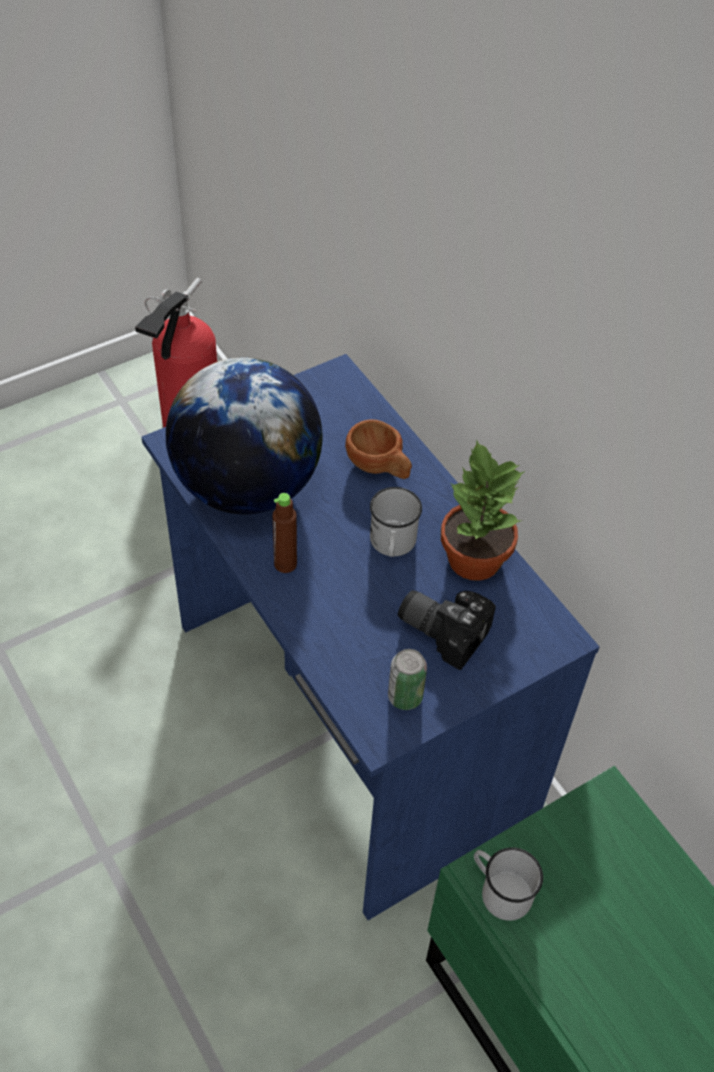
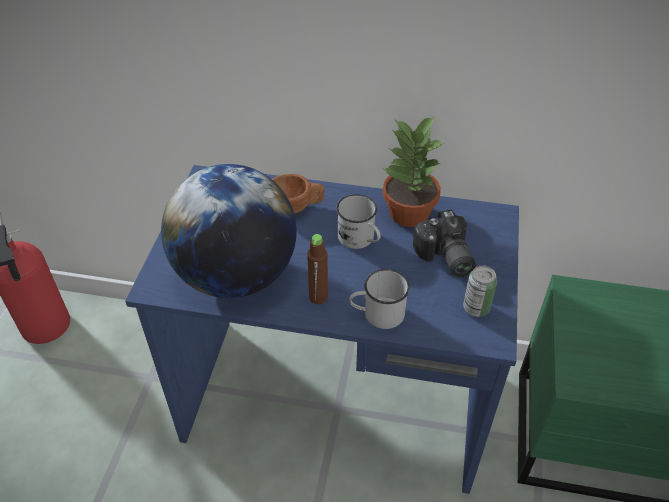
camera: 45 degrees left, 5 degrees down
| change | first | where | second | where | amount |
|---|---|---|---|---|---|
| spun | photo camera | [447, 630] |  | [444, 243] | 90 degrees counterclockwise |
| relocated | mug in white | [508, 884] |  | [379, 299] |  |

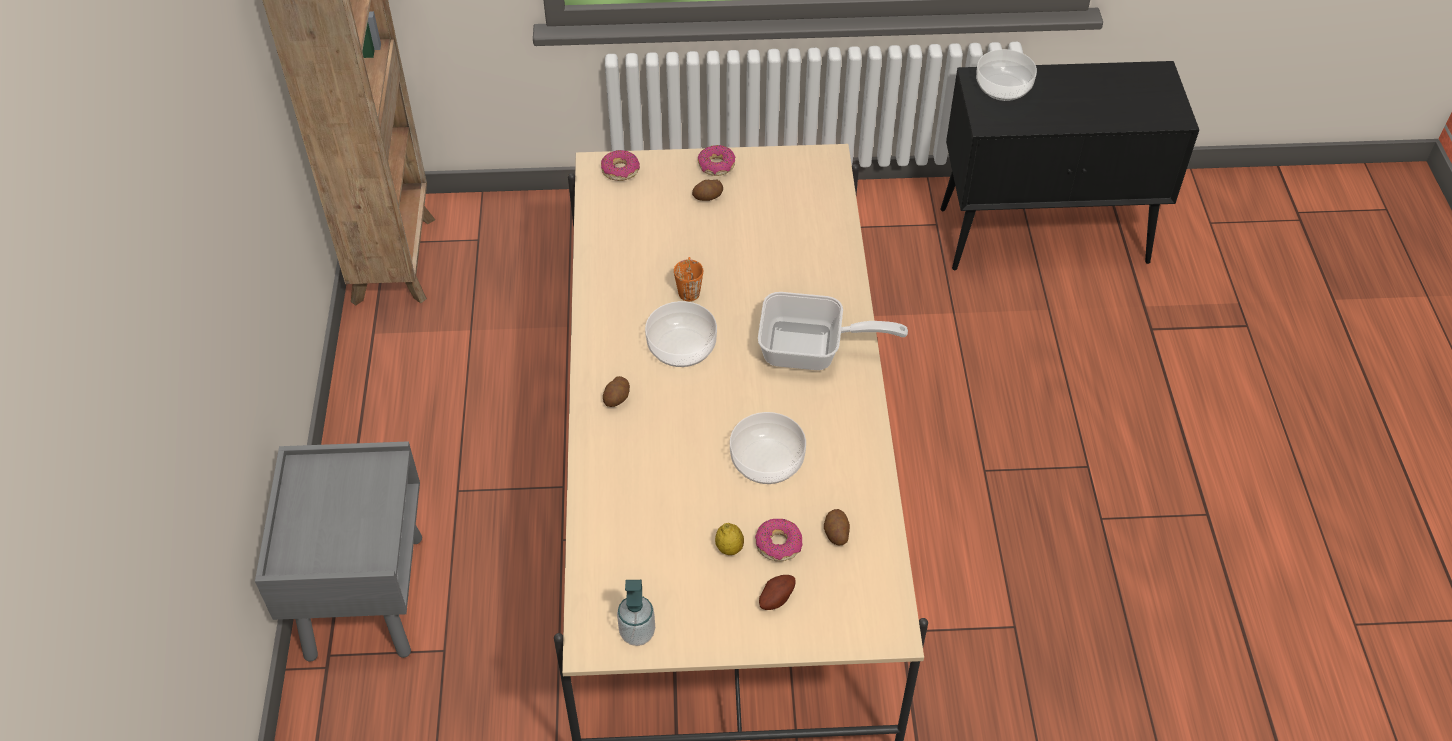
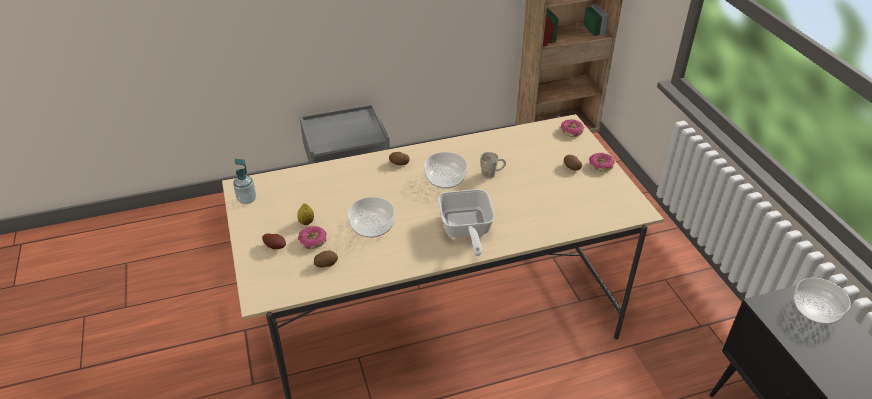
camera: 75 degrees right, 10 degrees down
| change | first | where | second | where | amount |
|---|---|---|---|---|---|
| colour | mug in orange | [688, 279] | mug in white | [493, 165] |  |

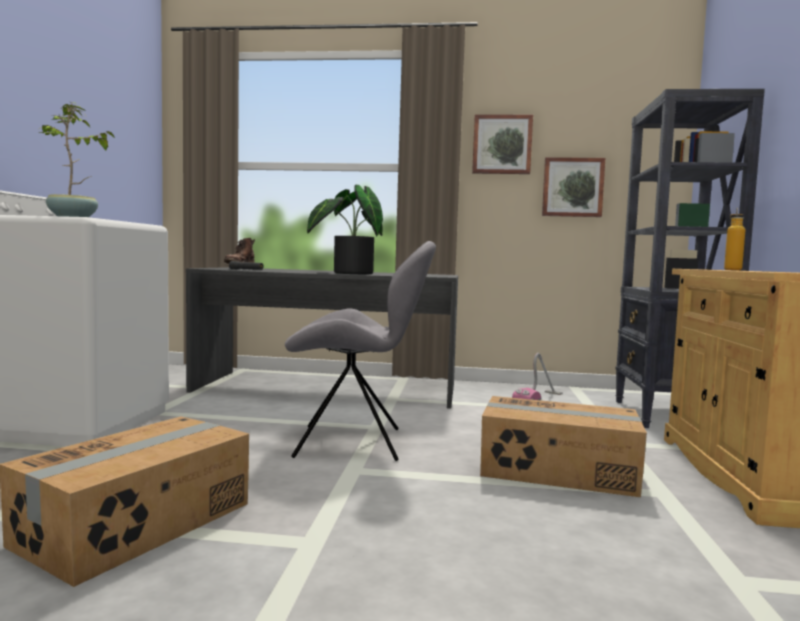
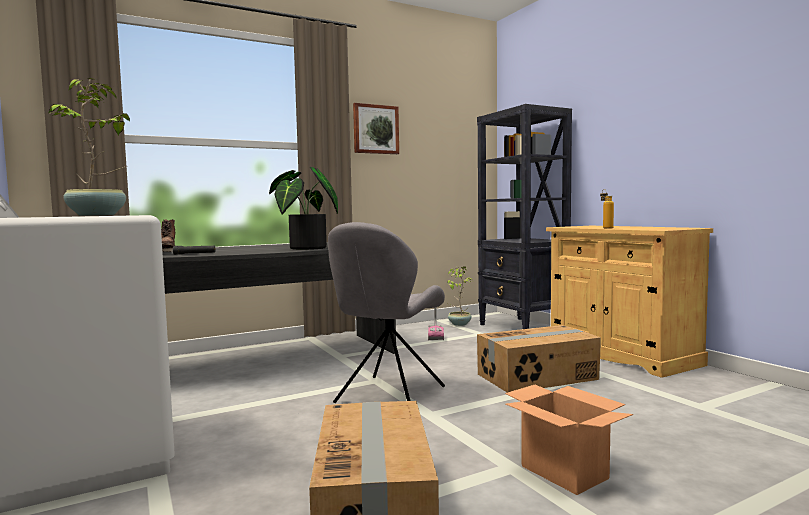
camera: 35 degrees left, 0 degrees up
| change | first | where | second | where | amount |
|---|---|---|---|---|---|
| spun | chair in grey | [360, 351] |  | [386, 312] | 150 degrees clockwise |
| missing | picture | [573, 187] |  |  |  |
| appeared |  |  | potted plant | [459, 296] |  |
| appeared |  |  | cardboard box | [569, 440] |  |

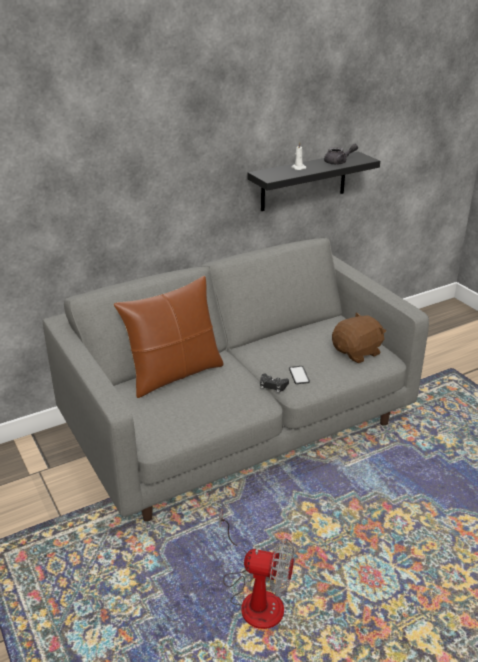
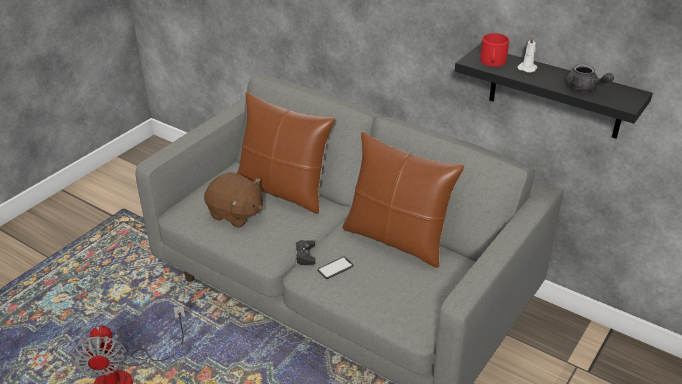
camera: 65 degrees right, 5 degrees up
| change | first | where | second | where | amount |
|---|---|---|---|---|---|
| relocated | plush toy in brown | [359, 337] |  | [233, 200] |  |
| appeared |  |  | pillow in brown | [403, 200] |  |
| appeared |  |  | mug in red | [494, 50] |  |

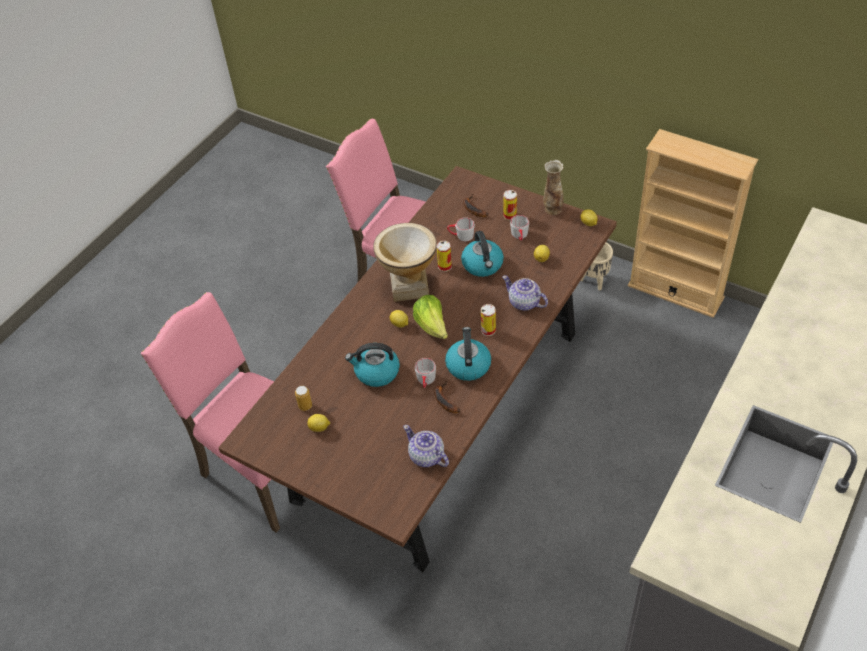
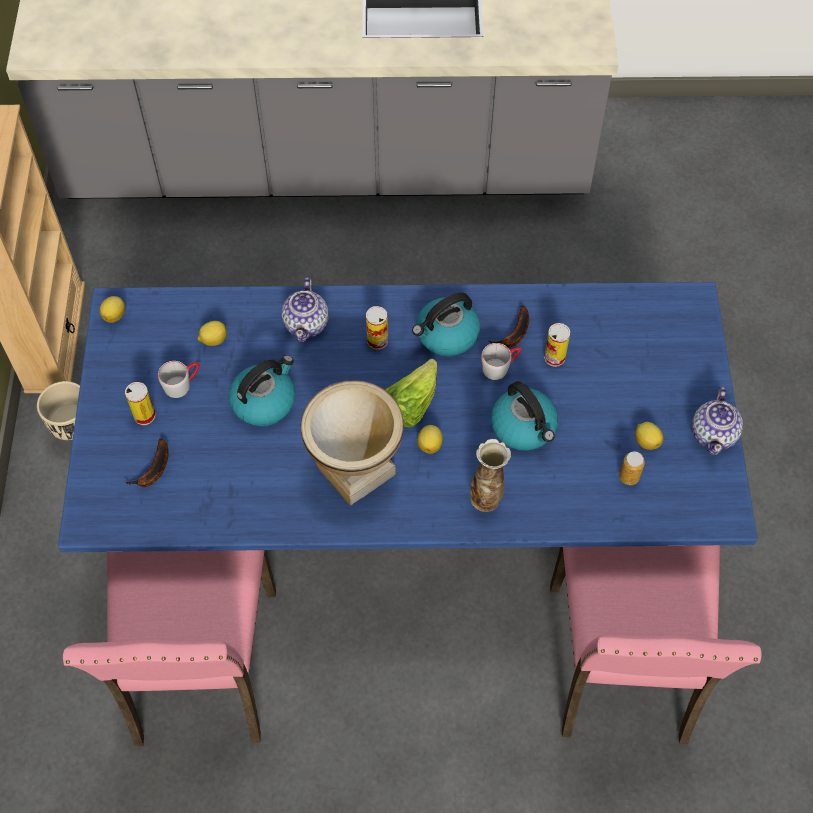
camera: 125 degrees left, 10 degrees up
| change | first | where | second | where | amount |
|---|---|---|---|---|---|
| colour | dining table in brown | [417, 369] | dining table in blue | [408, 417] |  |
| relocated | teapot | [426, 446] |  | [717, 420] |  |
| relocated | can | [444, 256] |  | [557, 345] |  |
| missing | mug in grey | [461, 230] |  |  |  |
| relocated | vase | [554, 187] |  | [490, 475] |  |

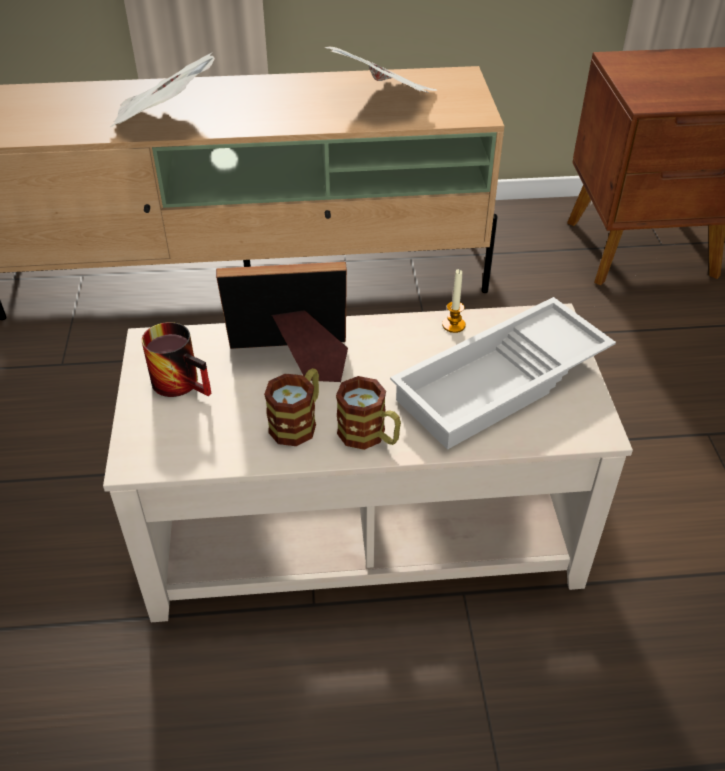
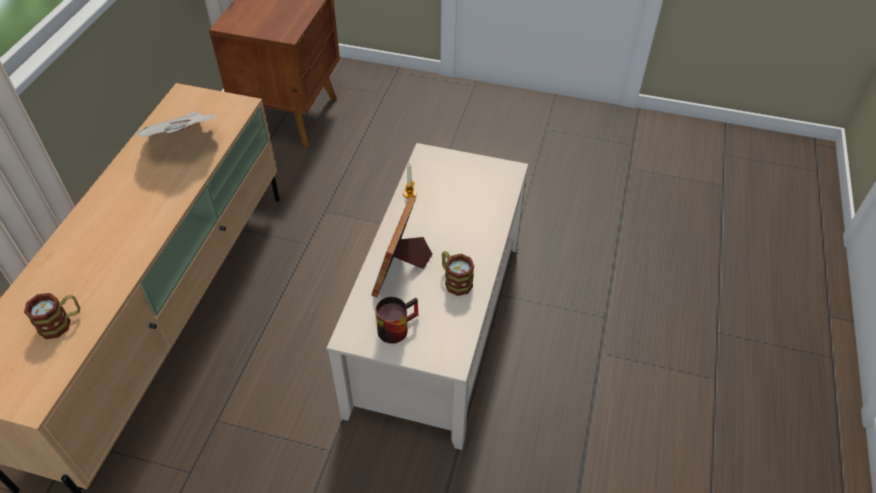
camera: 70 degrees left, 5 degrees up
| change | first | where | second | where | amount |
|---|---|---|---|---|---|
| missing | newspaper | [162, 89] |  |  |  |
| relocated | mug | [368, 413] |  | [52, 316] |  |
| missing | tray in white | [503, 373] |  |  |  |

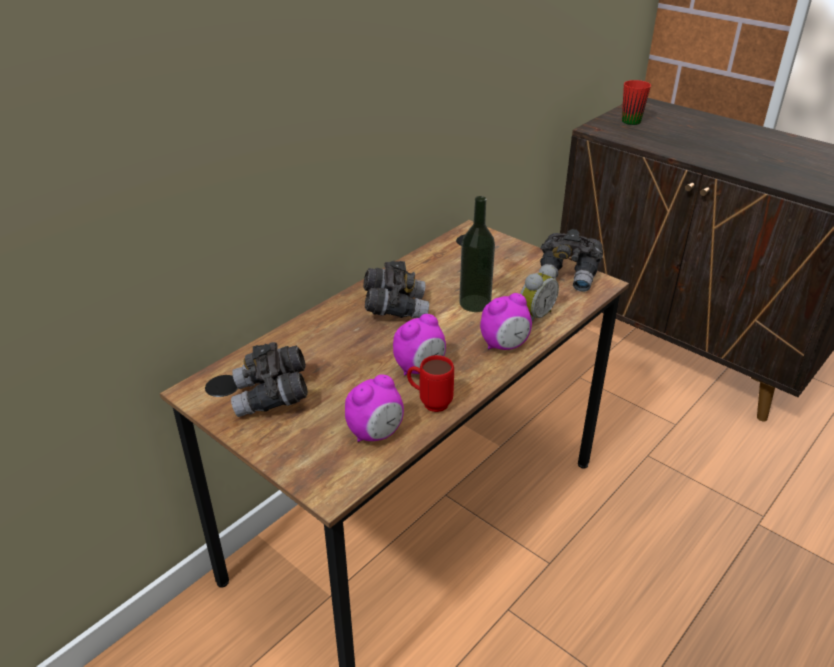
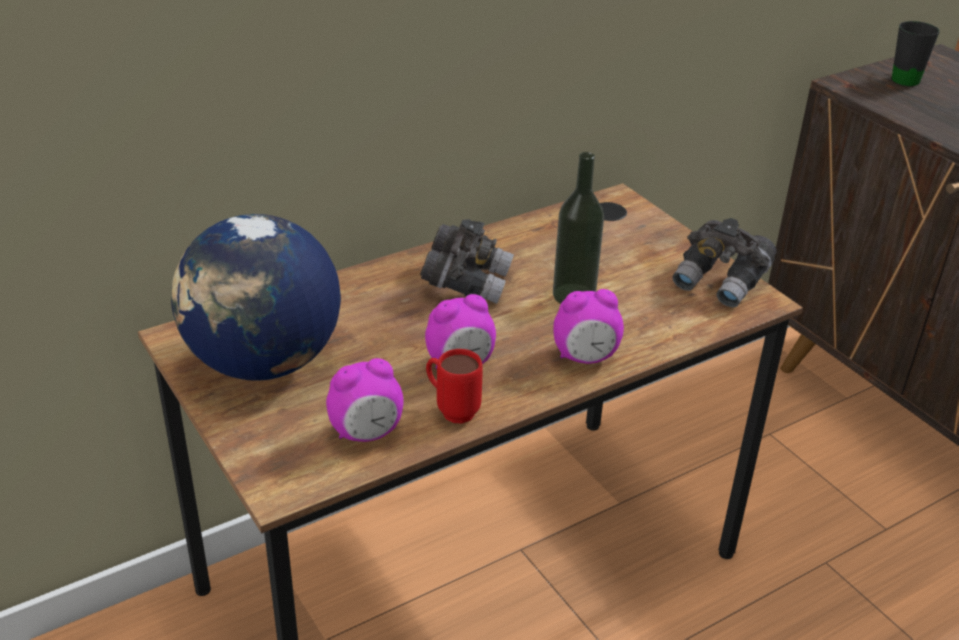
camera: 15 degrees right, 0 degrees up
| change | first | where | second | where | amount |
|---|---|---|---|---|---|
| exchanged | binoculars in grey | [269, 379] | globe | [256, 297] |  |
| missing | alarm clock | [539, 293] |  |  |  |
| colour | mug in red | [636, 102] | mug in black | [916, 53] |  |

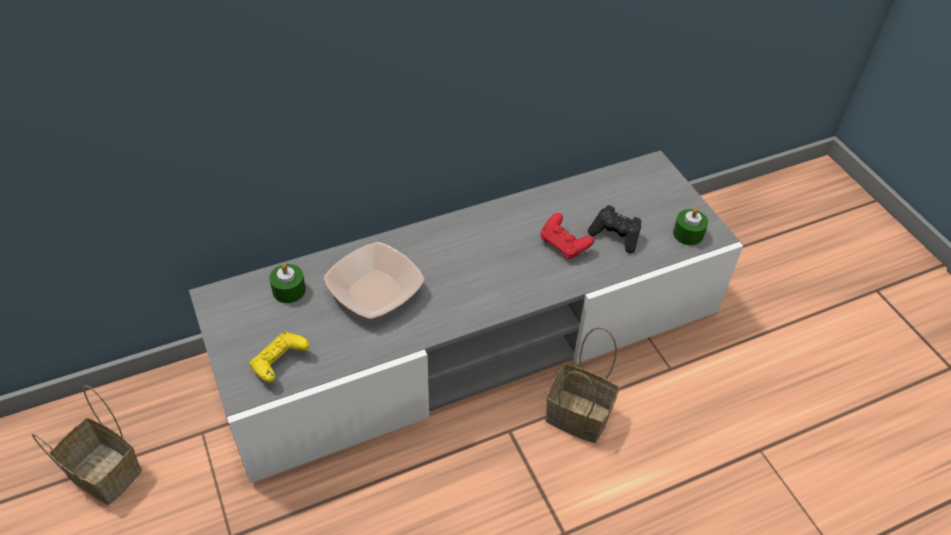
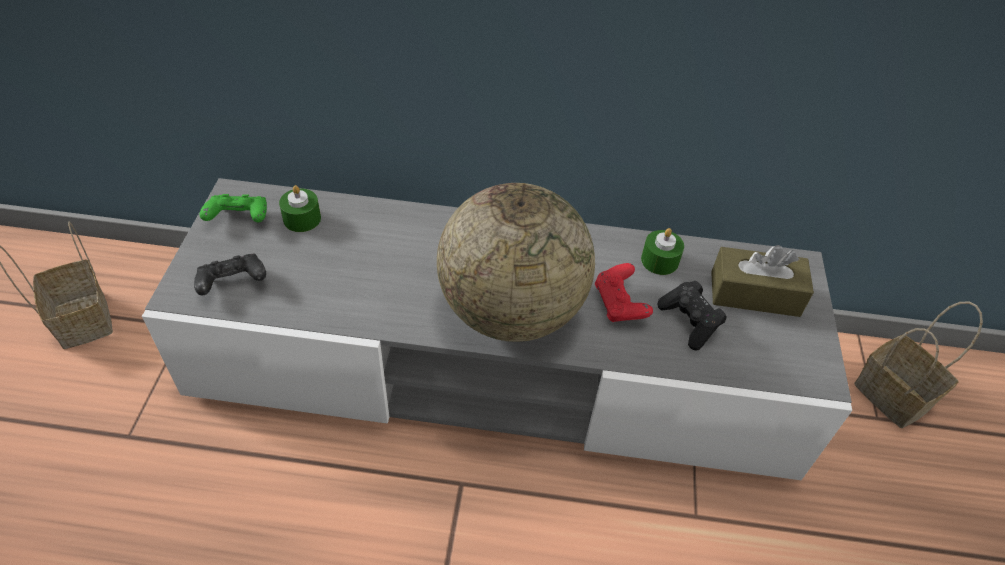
camera: 30 degrees right, 0 degrees up
| change | first | where | second | where | amount |
|---|---|---|---|---|---|
| colour | game controller in yellow | [280, 357] | game controller in black | [230, 275] |  |
| missing | bowl | [374, 280] |  |  |  |
| relocated | basket | [582, 385] |  | [918, 365] |  |
| relocated | candle in green | [690, 226] |  | [662, 251] |  |
| appeared |  |  | game controller in green | [233, 208] |  |
| appeared |  |  | globe | [516, 262] |  |
| appeared |  |  | tissue box in brown | [762, 281] |  |

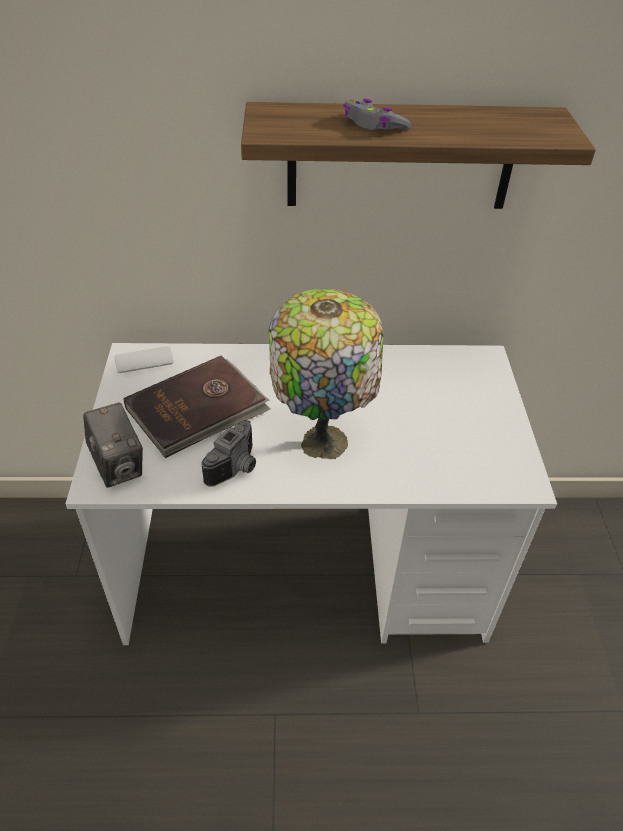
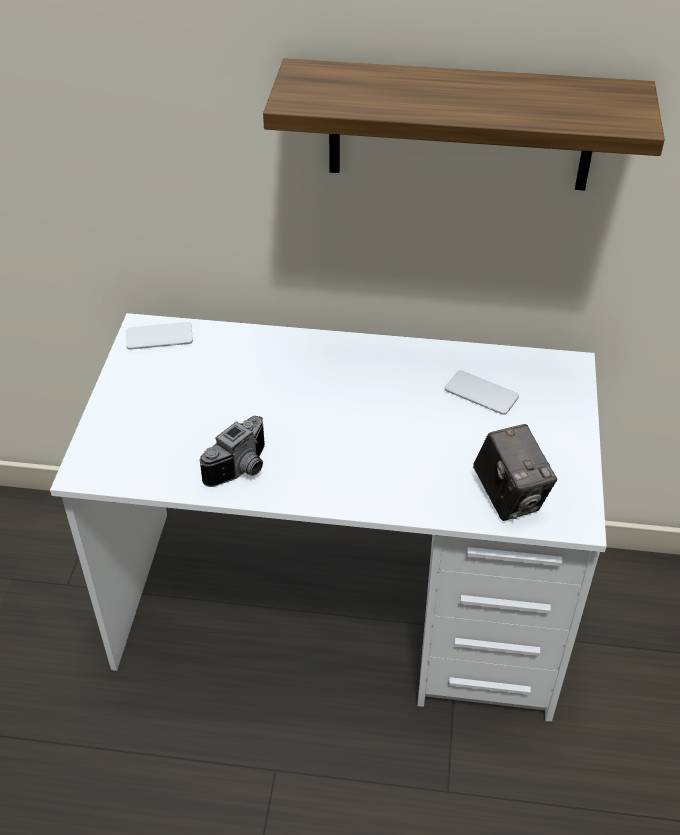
camera: 10 degrees right, 0 degrees up
| change | first | where | second | where | amount |
|---|---|---|---|---|---|
| relocated | photo camera | [113, 445] |  | [515, 472] |  |
| missing | book in brown | [196, 406] |  |  |  |
| missing | table lamp | [326, 374] |  |  |  |
| missing | game controller in grey | [377, 114] |  |  |  |
| appeared |  |  | phone | [482, 392] |  |

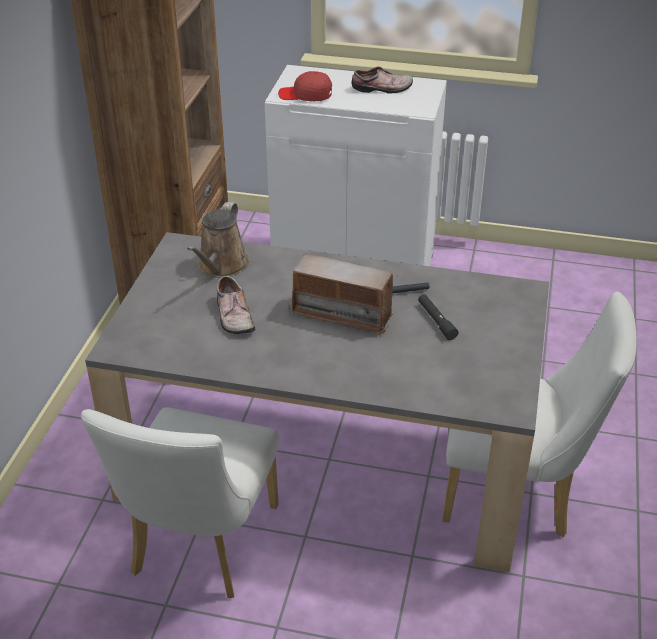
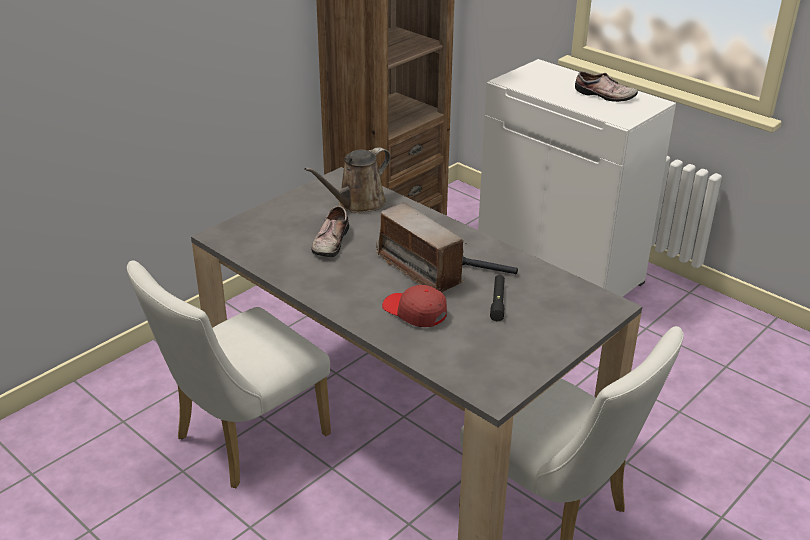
camera: 30 degrees right, 5 degrees down
| change | first | where | second | where | amount |
|---|---|---|---|---|---|
| relocated | cap in red | [305, 86] |  | [414, 306] |  |

